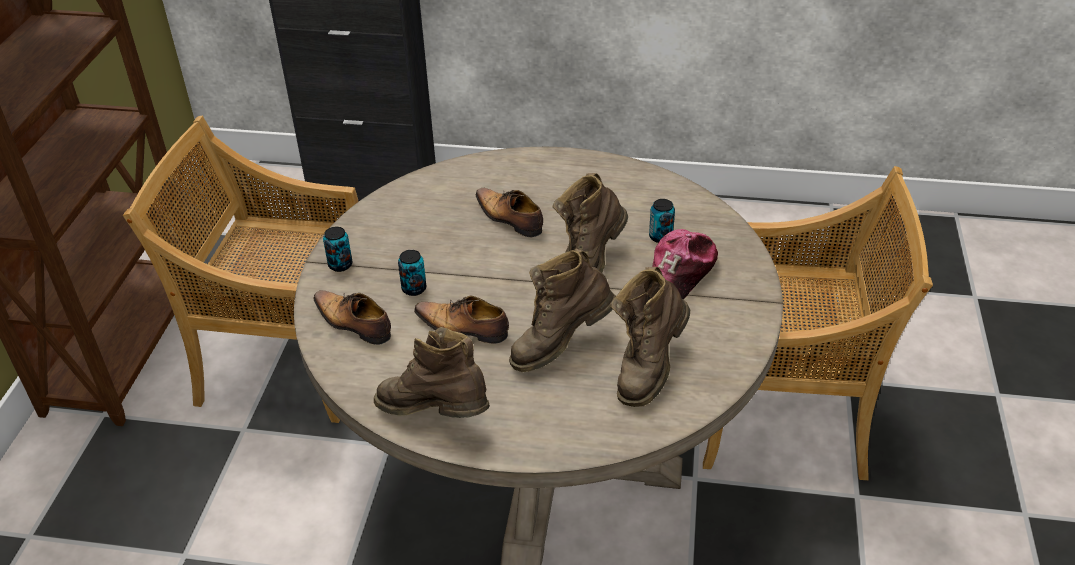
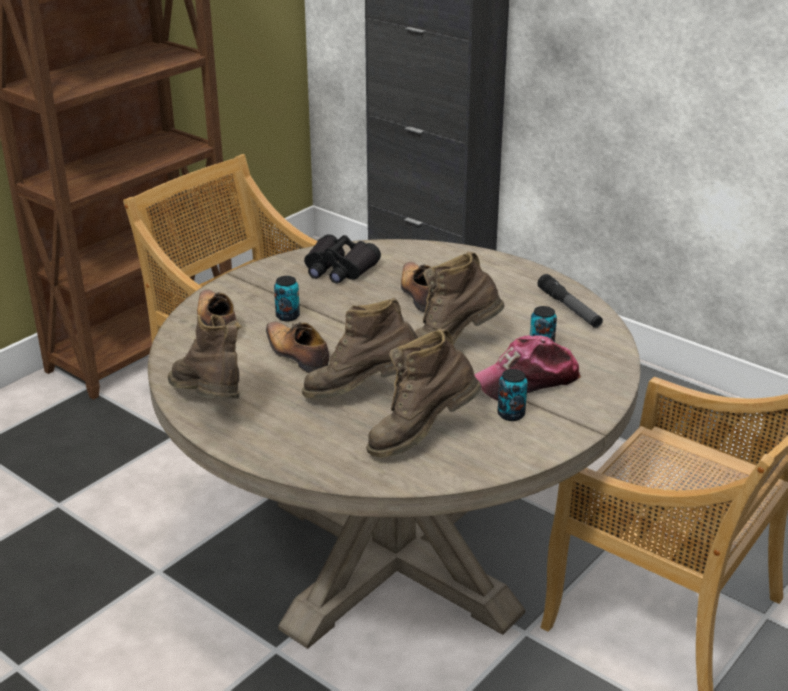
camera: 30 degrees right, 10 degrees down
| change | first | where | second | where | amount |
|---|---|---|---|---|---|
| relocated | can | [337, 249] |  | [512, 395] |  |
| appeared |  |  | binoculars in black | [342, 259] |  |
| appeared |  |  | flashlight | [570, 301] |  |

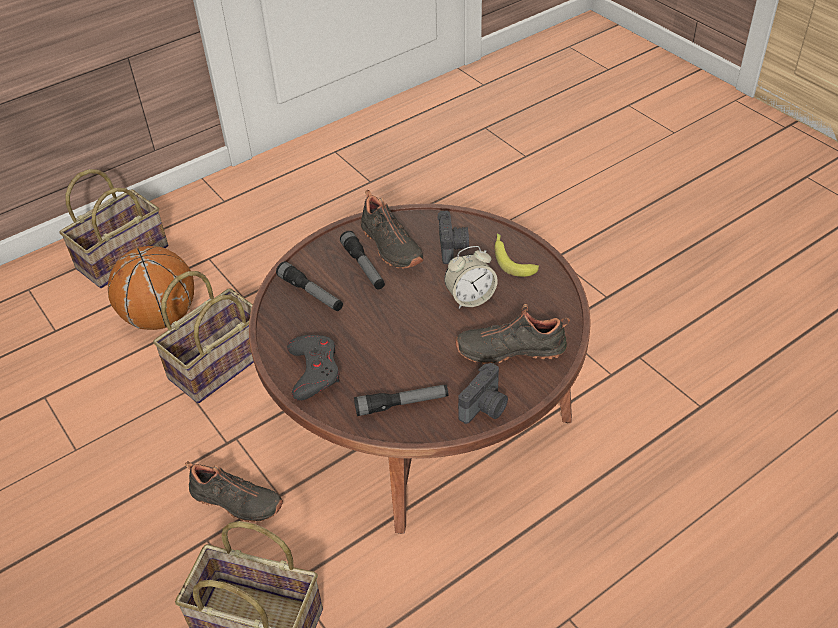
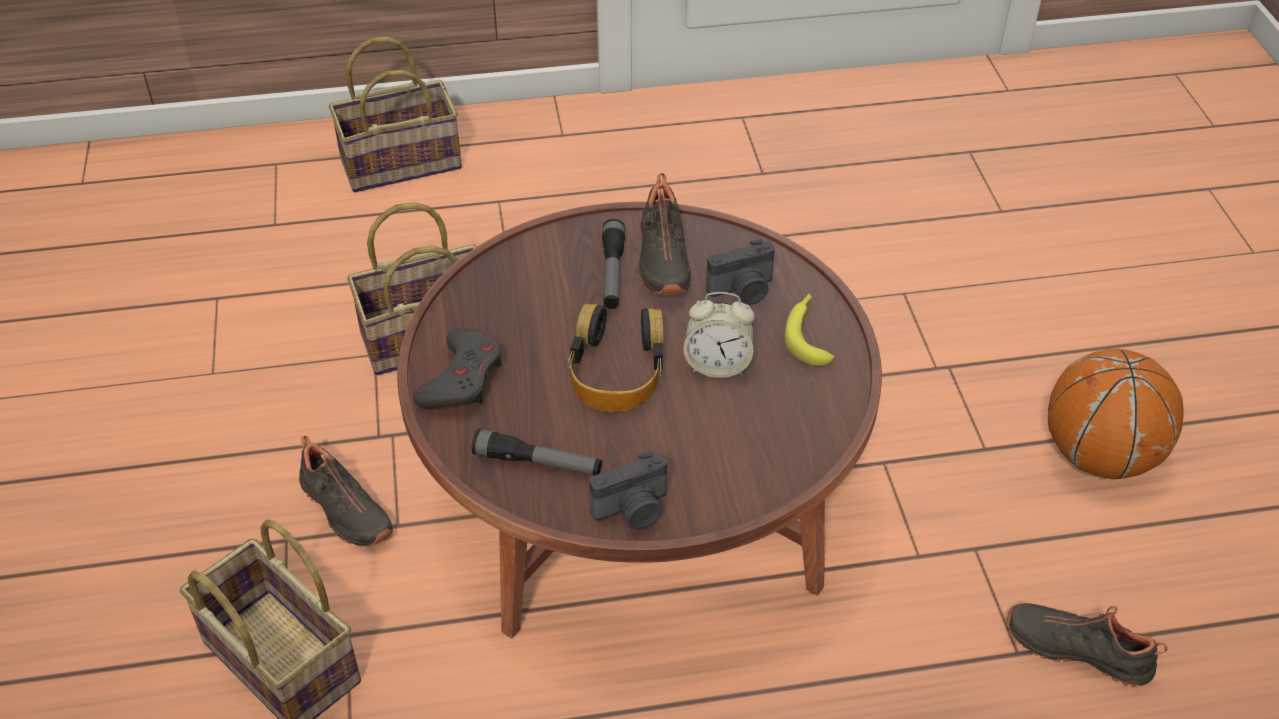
camera: 25 degrees right, 0 degrees up
| change | first | where | second | where | amount |
|---|---|---|---|---|---|
| relocated | basketball | [151, 288] |  | [1116, 413] |  |
| missing | flashlight | [309, 286] |  |  |  |
| spun | photo camera | [453, 237] |  | [740, 272] | 45 degrees clockwise |
| relocated | shoe in black | [512, 334] |  | [1087, 645] |  |
| appeared |  |  | headphones | [616, 358] |  |

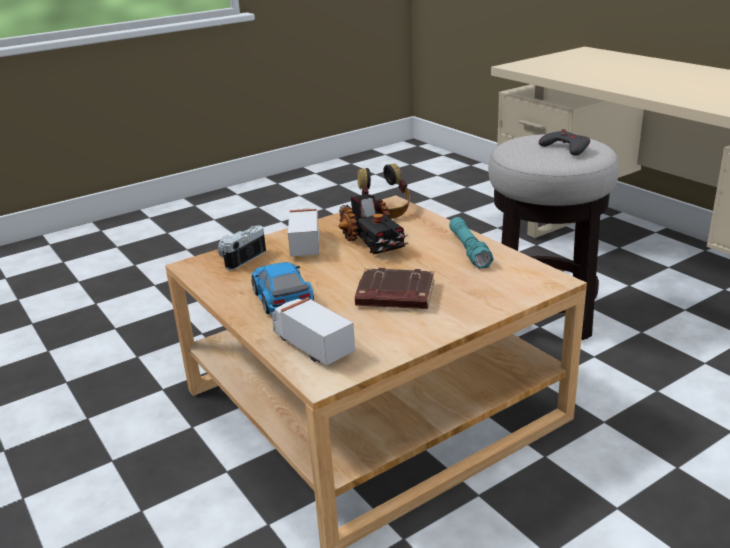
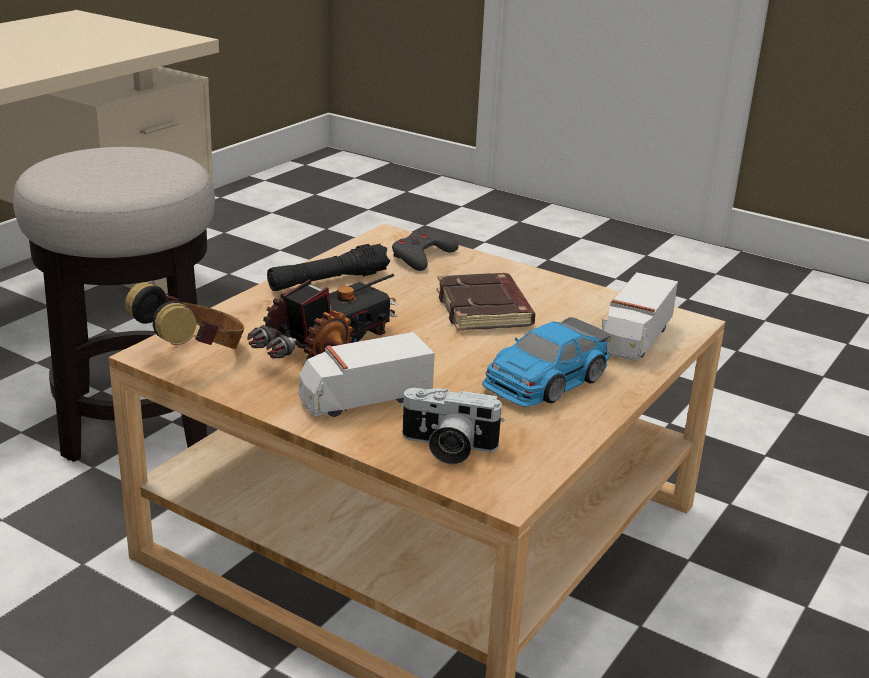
camera: 115 degrees left, 0 degrees up
| change | first | where | second | where | amount |
|---|---|---|---|---|---|
| colour | flashlight in turquoise | [471, 243] | flashlight in black | [328, 267] |  |
| relocated | game controller in grey | [564, 142] |  | [425, 250] |  |

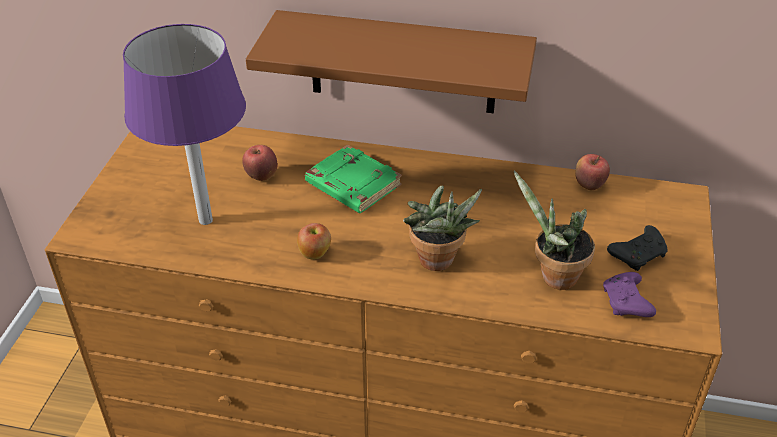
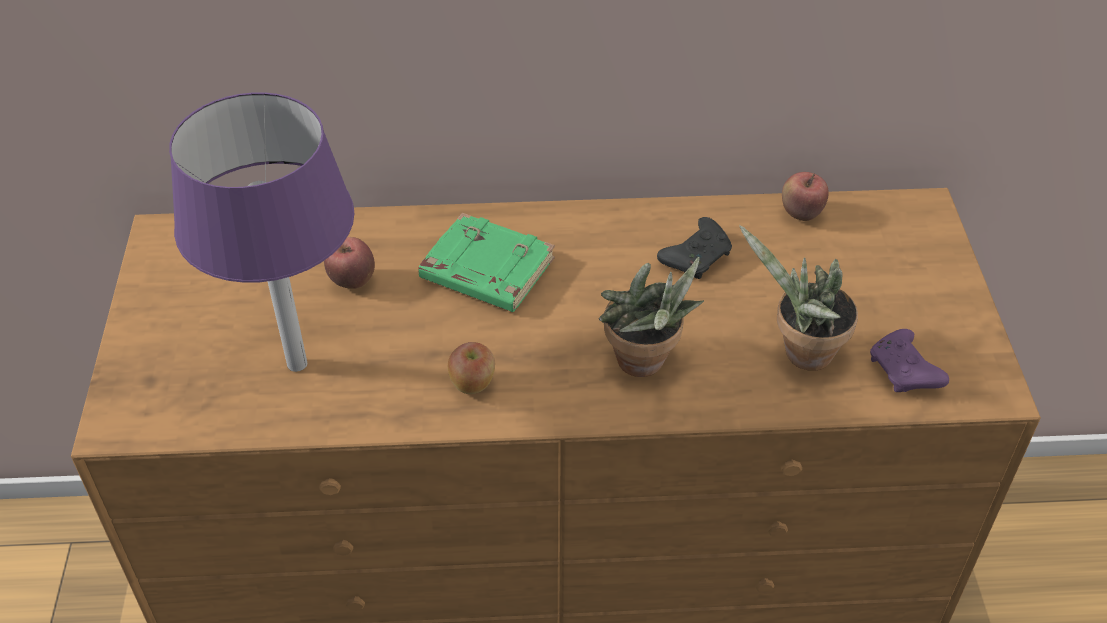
camera: 15 degrees left, 5 degrees up
| change | first | where | second | where | amount |
|---|---|---|---|---|---|
| missing | shelf in brown | [391, 61] |  |  |  |
| relocated | game controller in black | [637, 248] |  | [694, 248] |  |

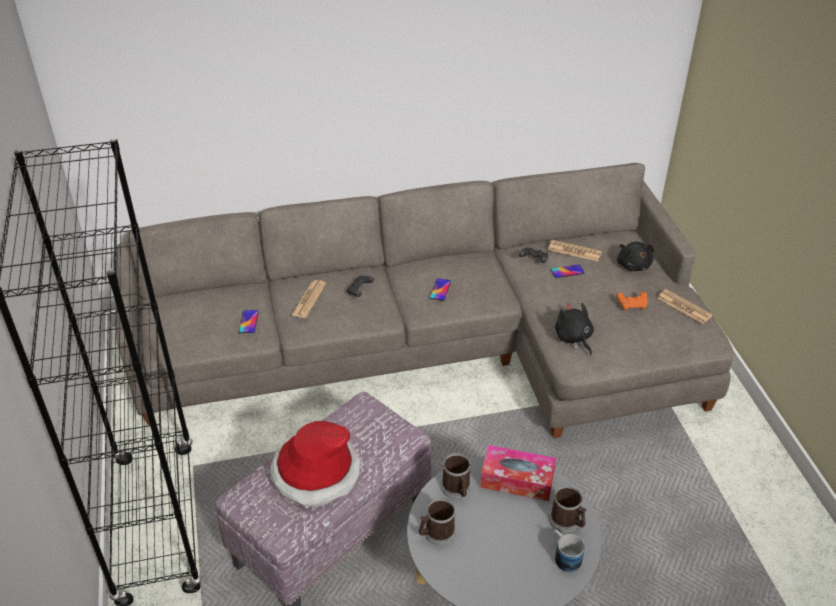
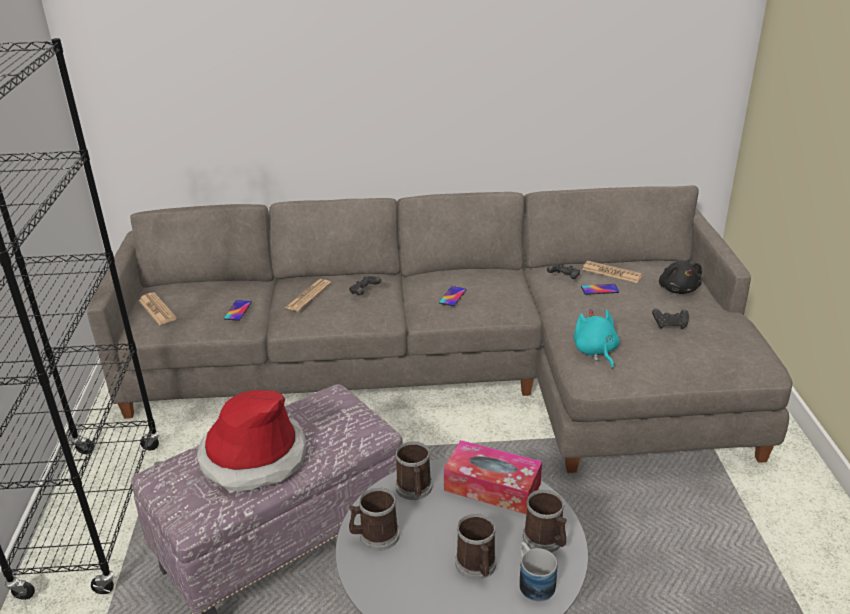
camera: 10 degrees right, 10 degrees down
| change | first | where | second | where | amount |
|---|---|---|---|---|---|
| colour | plush toy in black | [574, 329] | plush toy in turquoise | [597, 339] |  |
| colour | game controller in orange | [632, 300] | game controller in black | [670, 318] |  |
| relocated | newspaper | [685, 306] |  | [157, 309] |  |
| appeared |  |  | mug | [476, 546] |  |

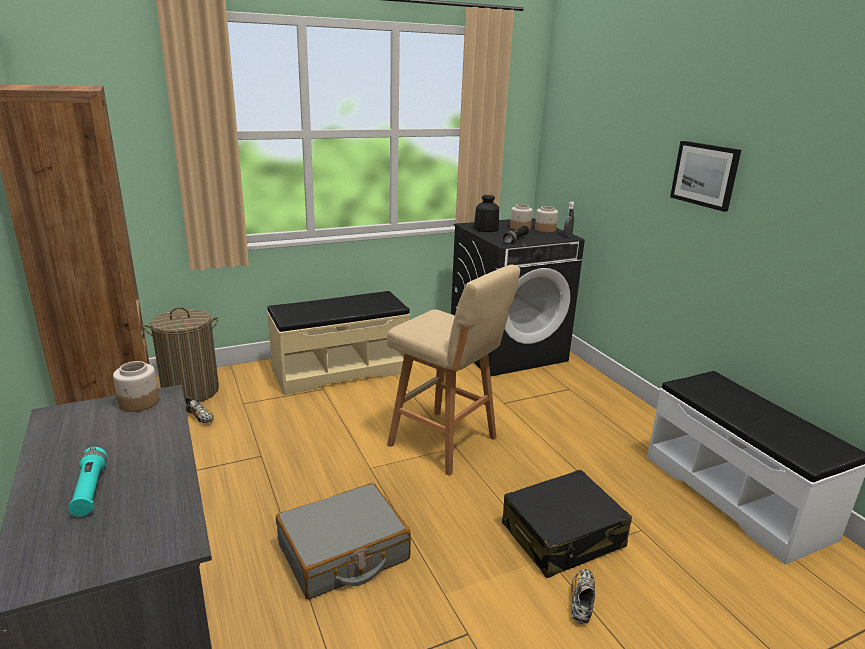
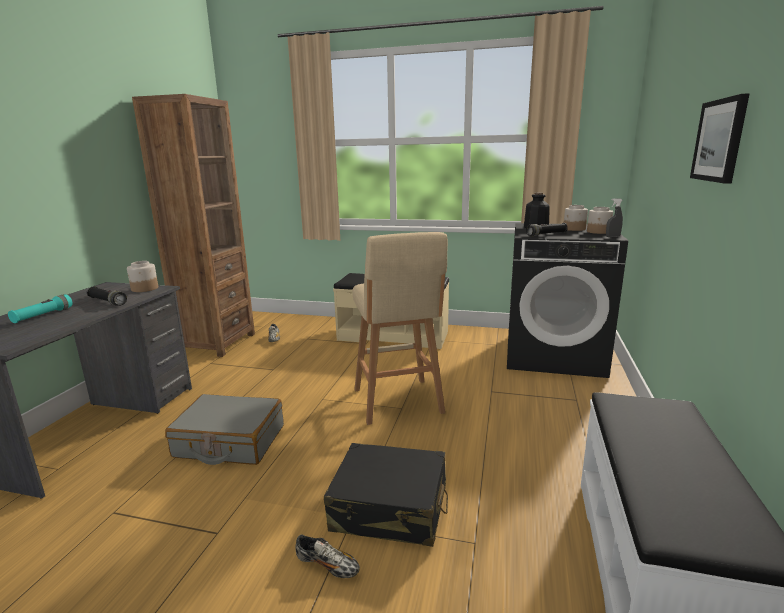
camera: 40 degrees right, 5 degrees down
| change | first | where | second | where | amount |
|---|---|---|---|---|---|
| missing | laundry basket | [181, 354] |  |  |  |
| spun | shoe | [583, 597] |  | [327, 556] | 60 degrees clockwise |
| appeared |  |  | flashlight in black | [107, 296] |  |

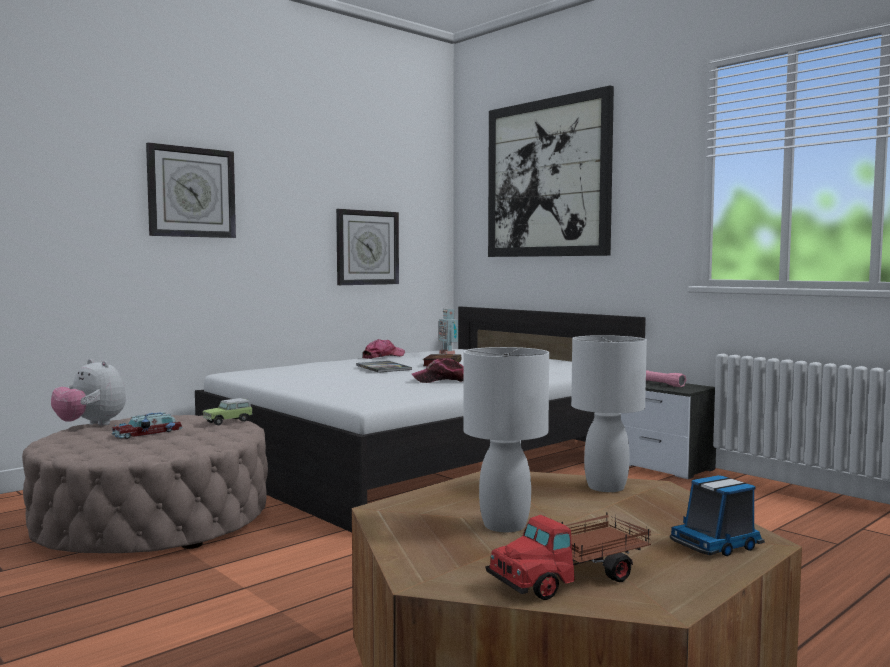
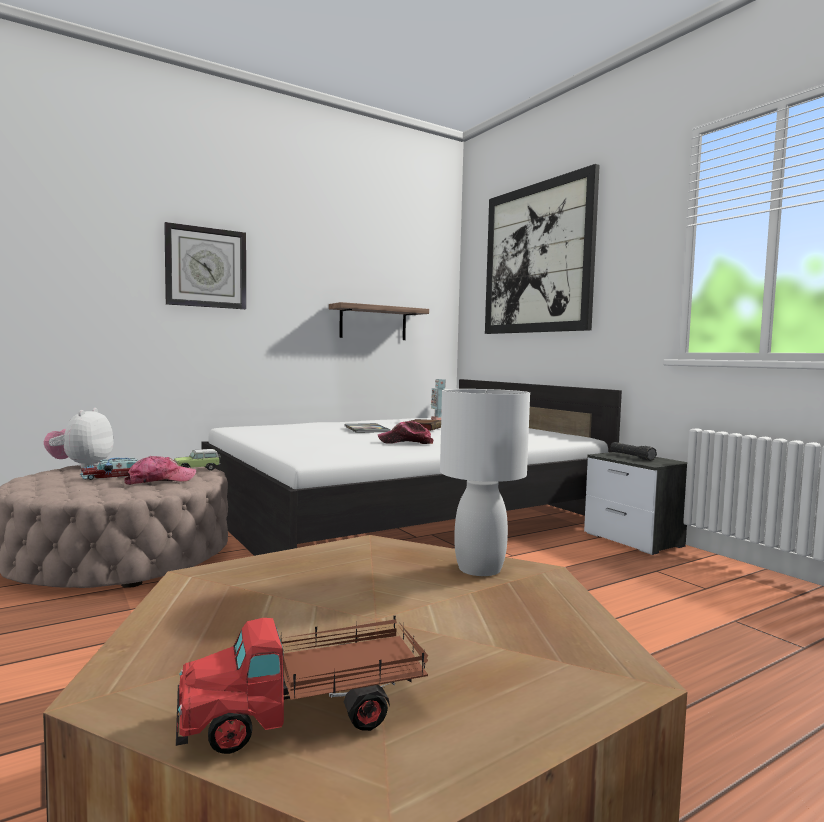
camera: 10 degrees right, 0 degrees up
| change | first | where | second | where | amount |
|---|---|---|---|---|---|
| spun | plush toy | [88, 392] |  | [79, 438] | 45 degrees clockwise |
| exchanged | wall clock | [367, 247] | shelf | [379, 321] |  |
| relocated | cap | [383, 349] |  | [160, 470] |  |
| missing | table lamp in white | [506, 439] |  |  |  |
| colour | flashlight in pink | [666, 378] | flashlight in black | [633, 451] |  |
| missing | toy truck | [717, 515] |  |  |  |

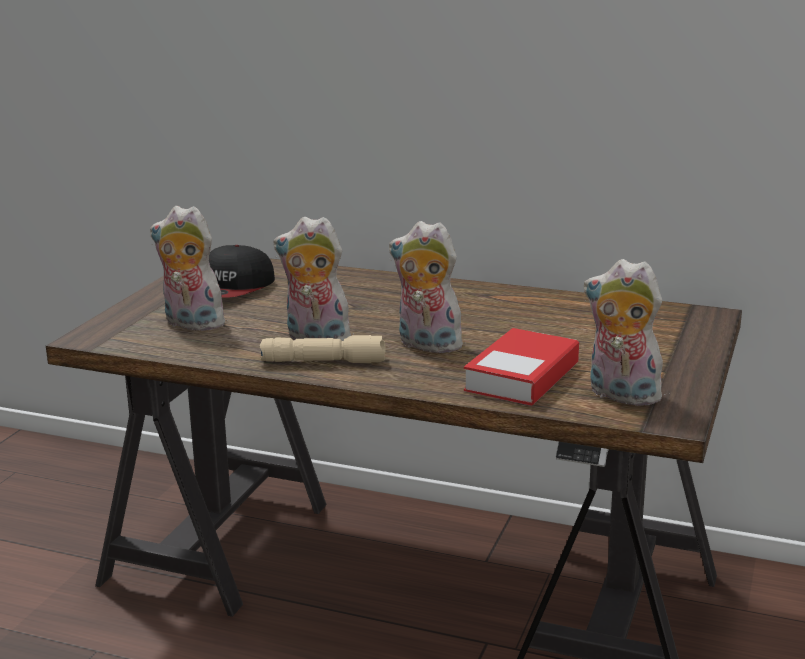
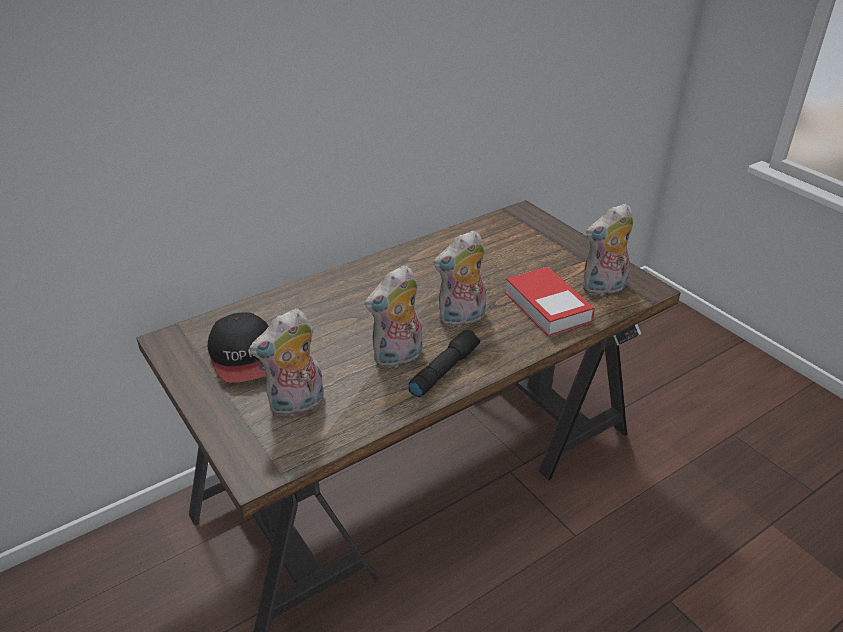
camera: 55 degrees left, 15 degrees up
| change | first | where | second | where | amount |
|---|---|---|---|---|---|
| colour | flashlight in beige | [322, 349] | flashlight in black | [444, 363] |  |

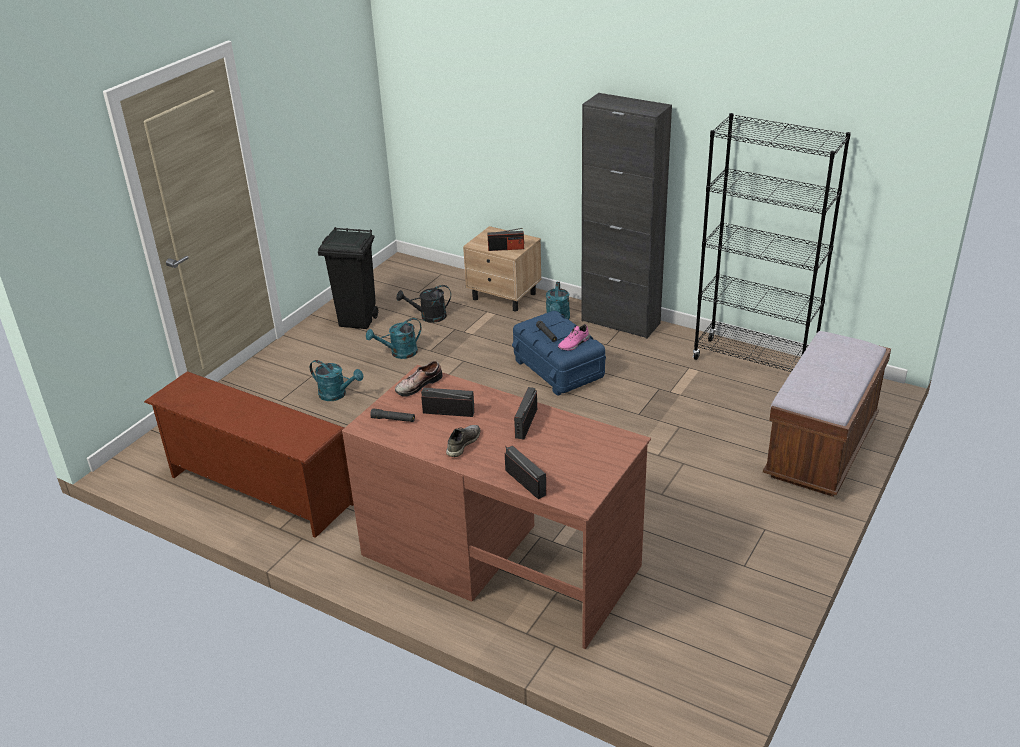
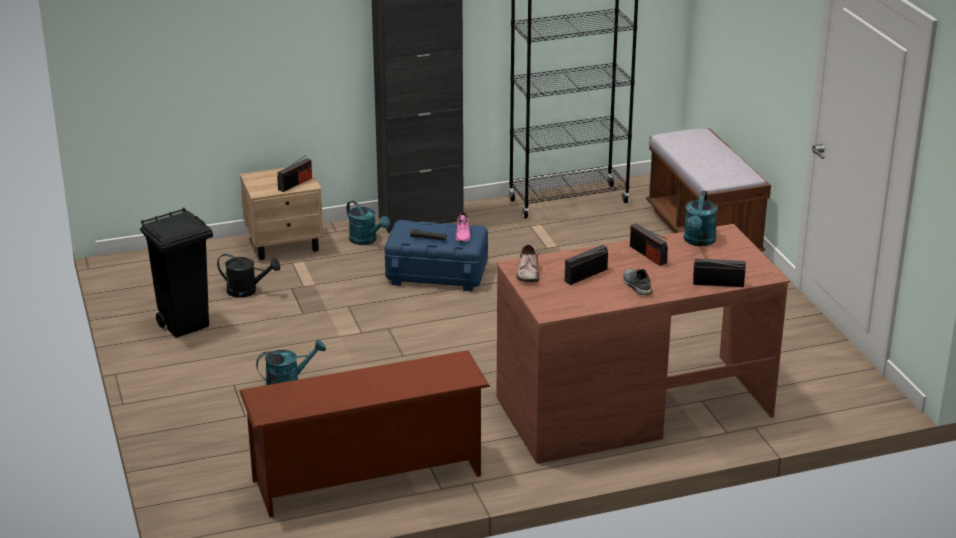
camera: 50 degrees left, 5 degrees down
| change | first | where | second | where | amount |
|---|---|---|---|---|---|
| relocated | watering can in turquoise | [394, 338] |  | [700, 218] |  |
| missing | flashlight in black | [392, 415] |  |  |  |
| spun | watering can in black | [423, 304] |  | [248, 276] | 105 degrees counterclockwise |

